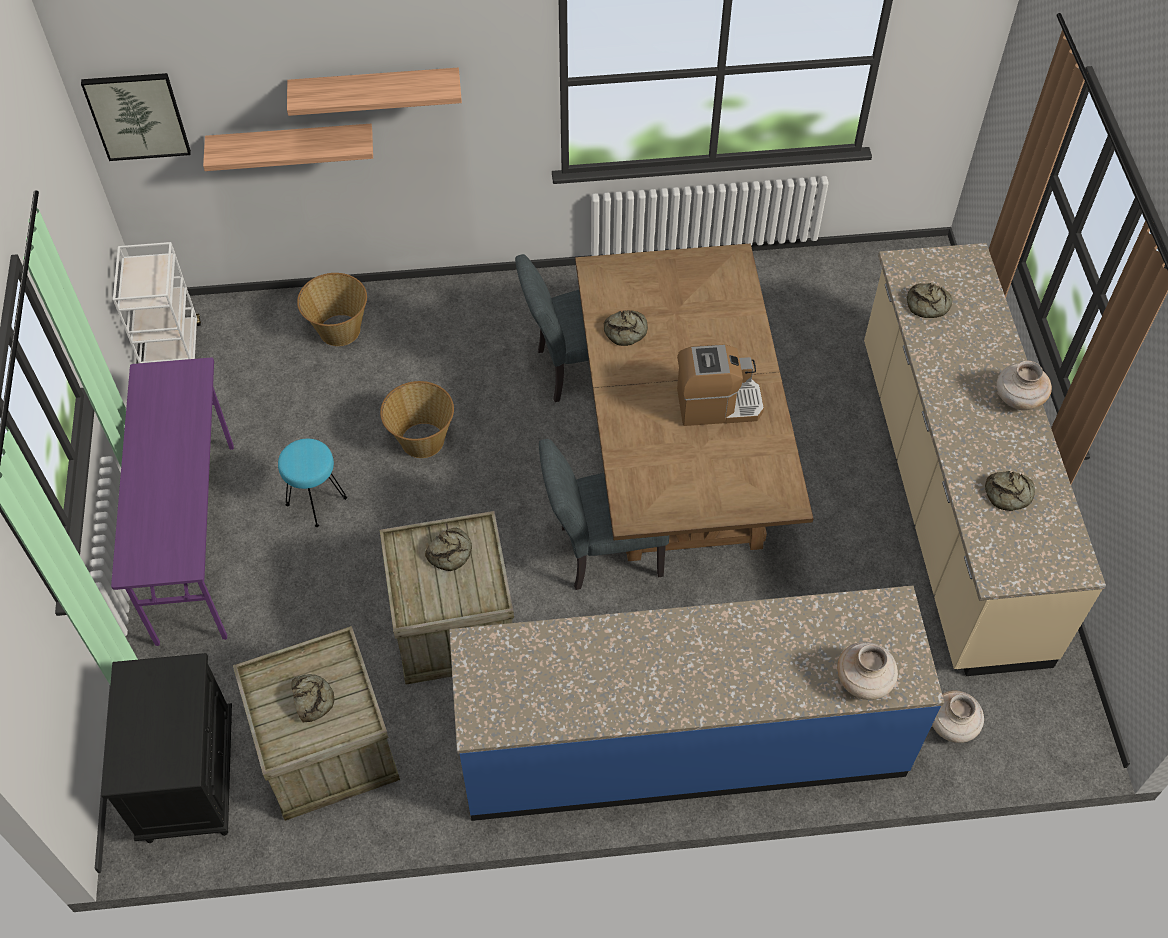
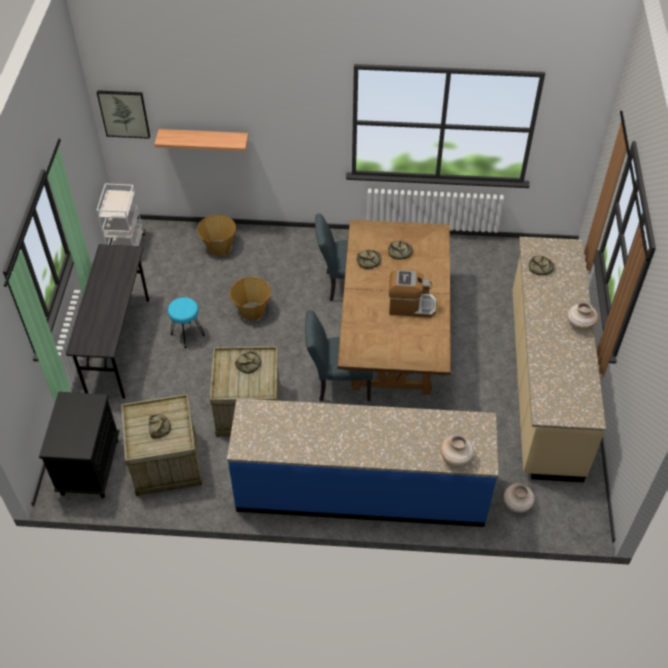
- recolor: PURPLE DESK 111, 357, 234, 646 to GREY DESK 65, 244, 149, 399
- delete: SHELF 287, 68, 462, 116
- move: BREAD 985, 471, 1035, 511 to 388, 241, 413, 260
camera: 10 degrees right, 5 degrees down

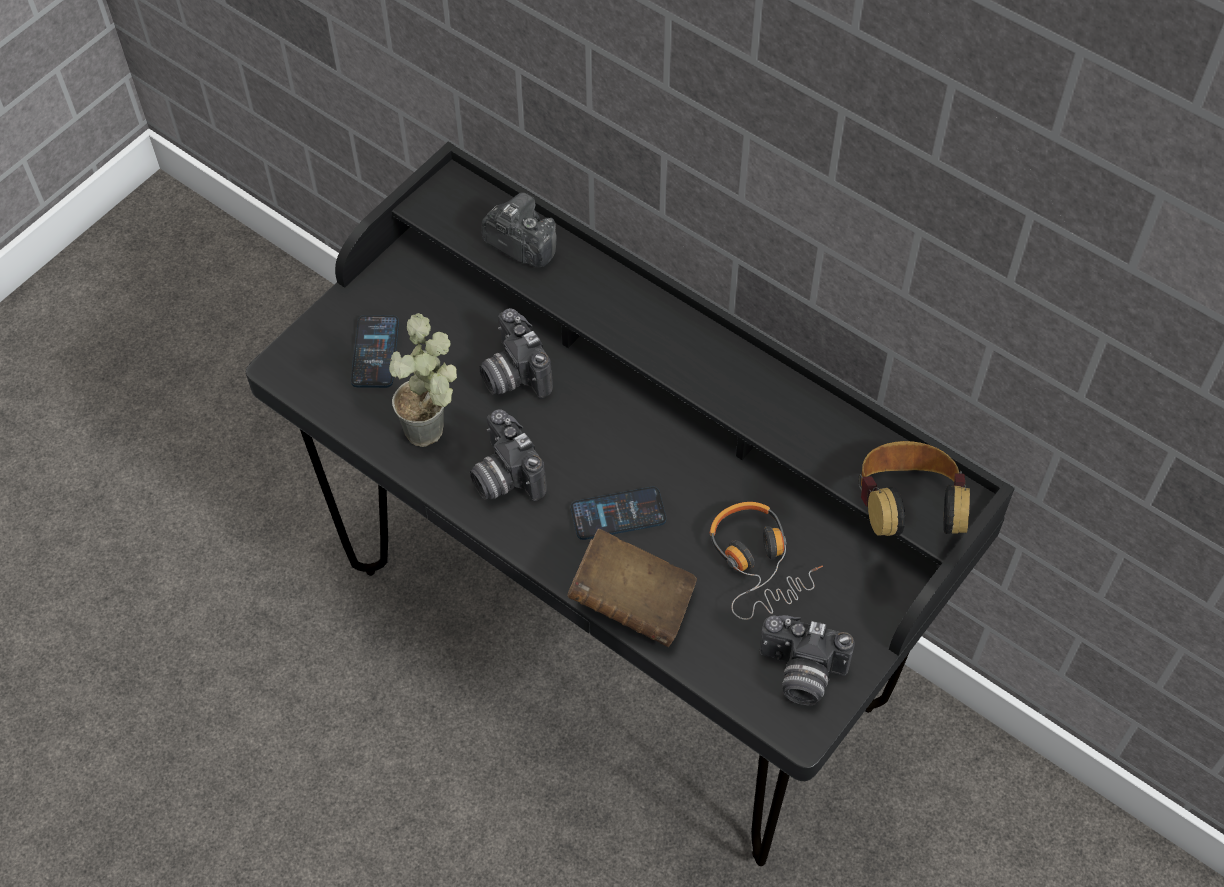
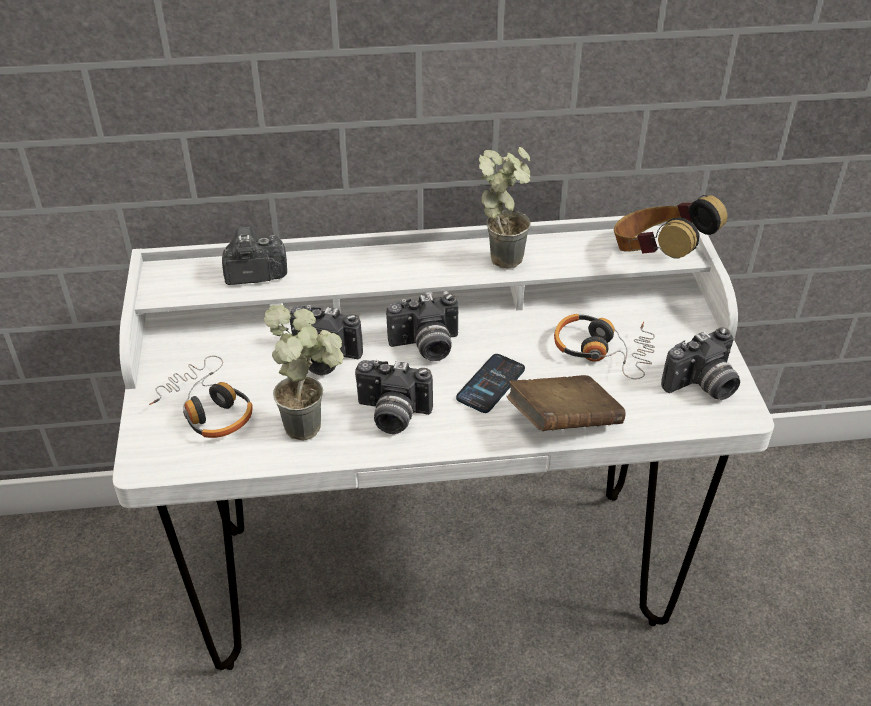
- recolor: BLACK DESK 246, 142, 1015, 866 to WHITE DESK 113, 216, 774, 670
- replace: PHONE 351, 315, 399, 388 to HEADPHONES 149, 356, 253, 438
- insert: PHOTO CAMERA 386, 293, 459, 361
- insert: POTTED PLANT 479, 147, 531, 268
camera: 45 degrees left, 15 degrees down

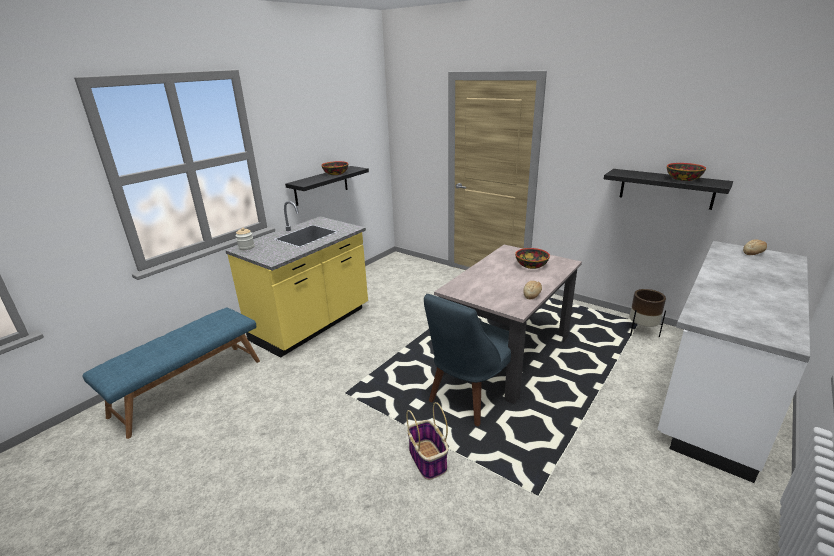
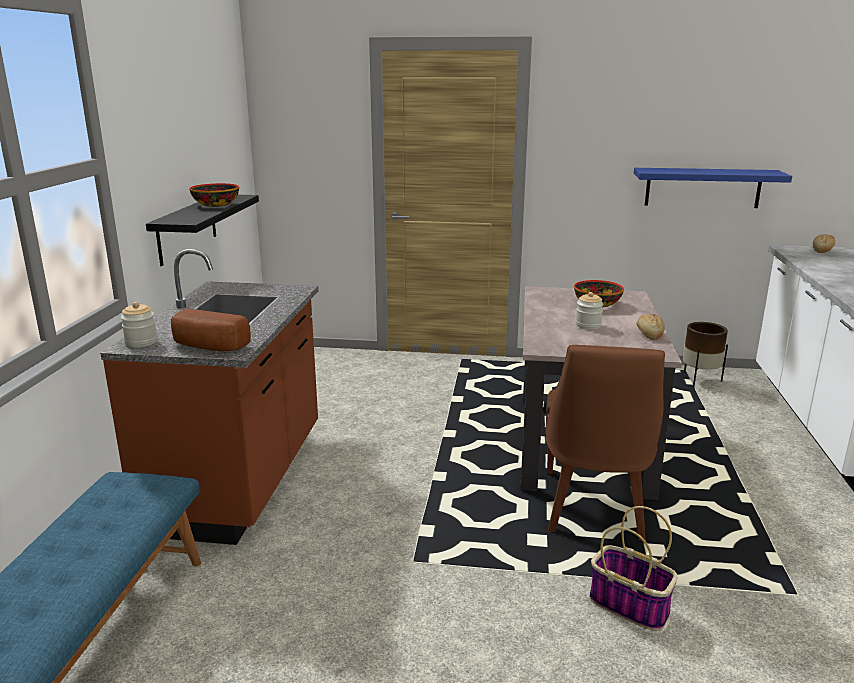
- recolor: YELLOW COUNTER 225, 201, 368, 358 to BROWN COUNTER 100, 249, 319, 545
- recolor: BLUE CHAIR 424, 294, 511, 426 to BROWN CHAIR 546, 345, 665, 541
- recolor: BLACK SHELF 604, 169, 733, 210 to BLUE SHELF 634, 168, 792, 208
- delete: BOWL 667, 163, 706, 181
- insert: BREAD 171, 309, 251, 351
- insert: JAR 576, 292, 604, 329
camera: 30 degrees left, 5 degrees down

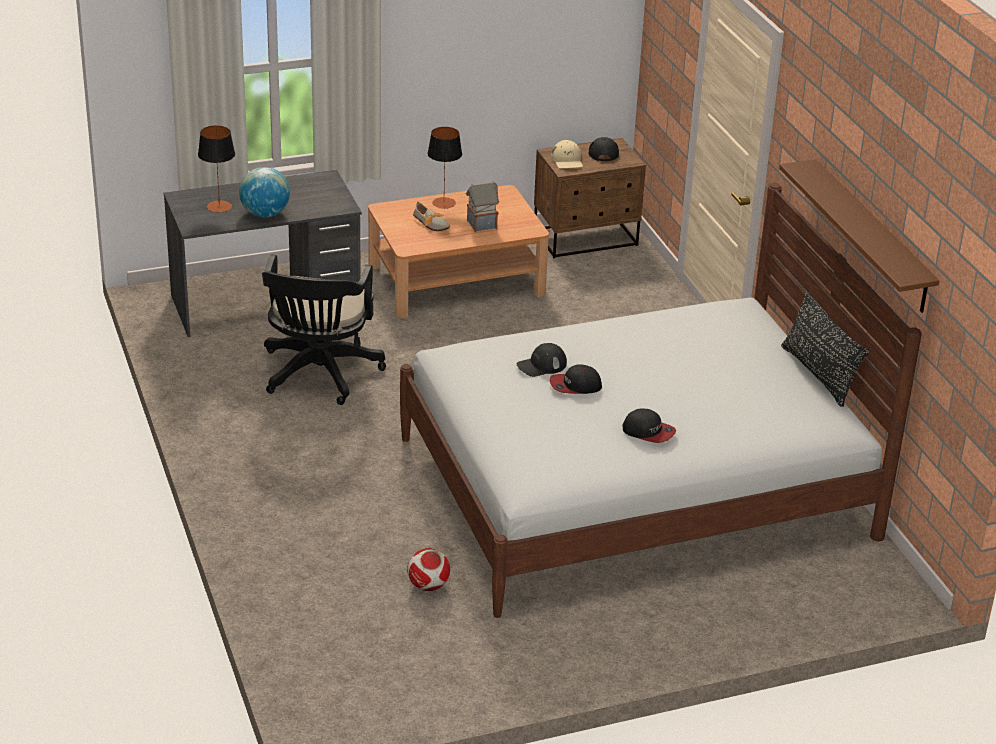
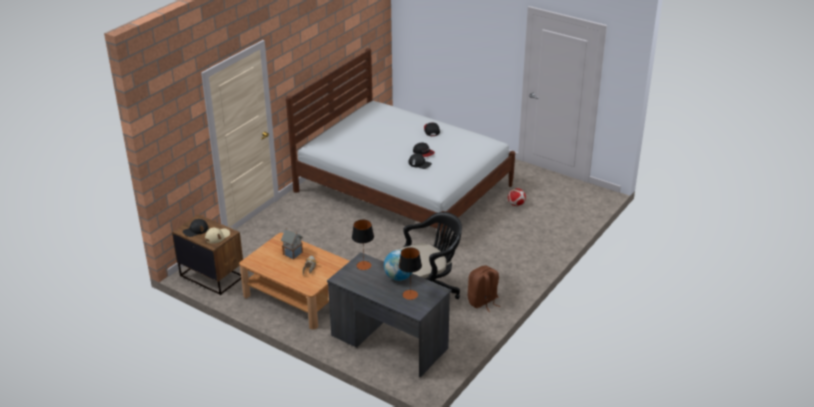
- move: TABLE LAMP 427, 127, 462, 209 to 352, 220, 374, 270
- delete: BROWN SHELF 779, 159, 940, 313
- delete: BLACK PILLOW 781, 293, 869, 407
- insert: BROWN BACKPACK 468, 265, 500, 312
camera: 125 degrees left, 0 degrees up

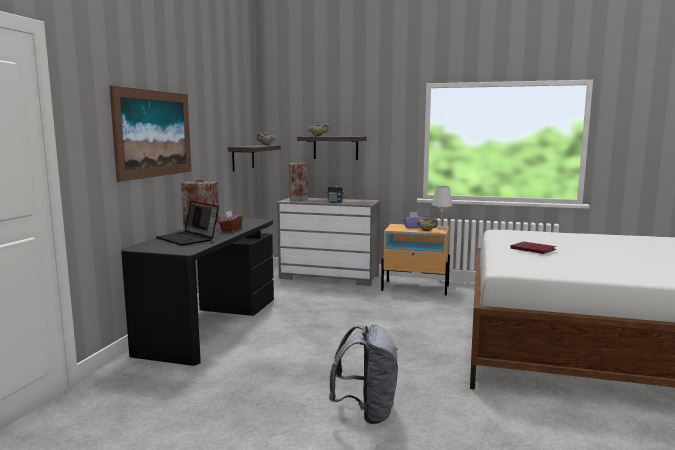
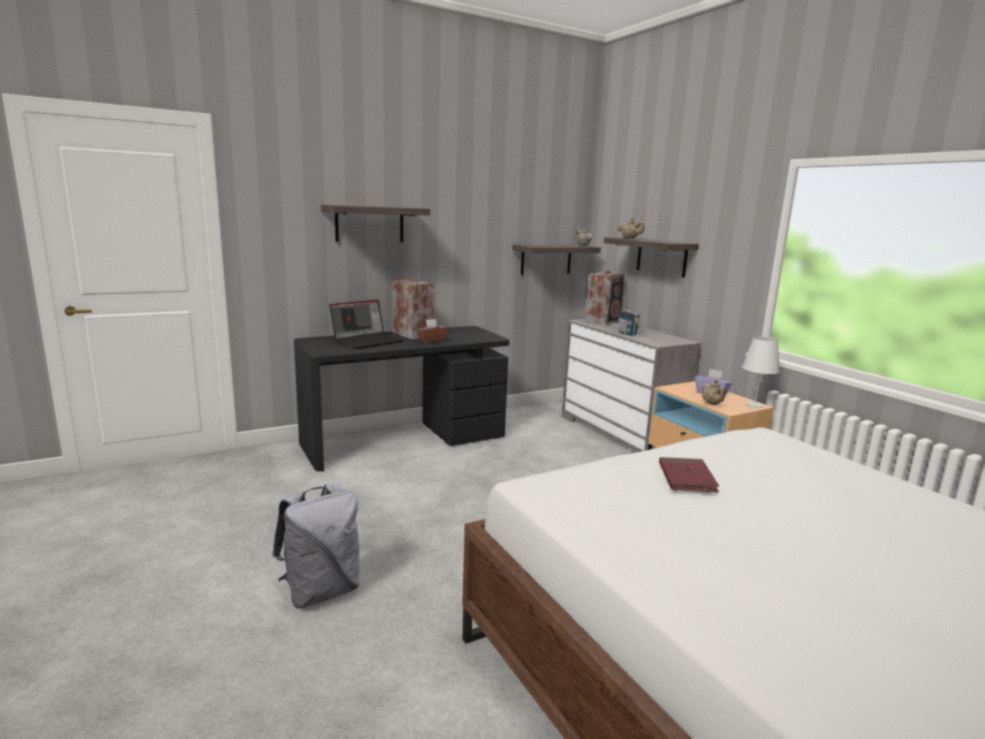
- replace: PICTURE 109, 86, 191, 182 to SHELF 321, 205, 430, 242
- rotate: LAPTOP 156, 201, 219, 246 = 329, 300, 404, 349 135 degrees counterclockwise
camera: 45 degrees right, 5 degrees up

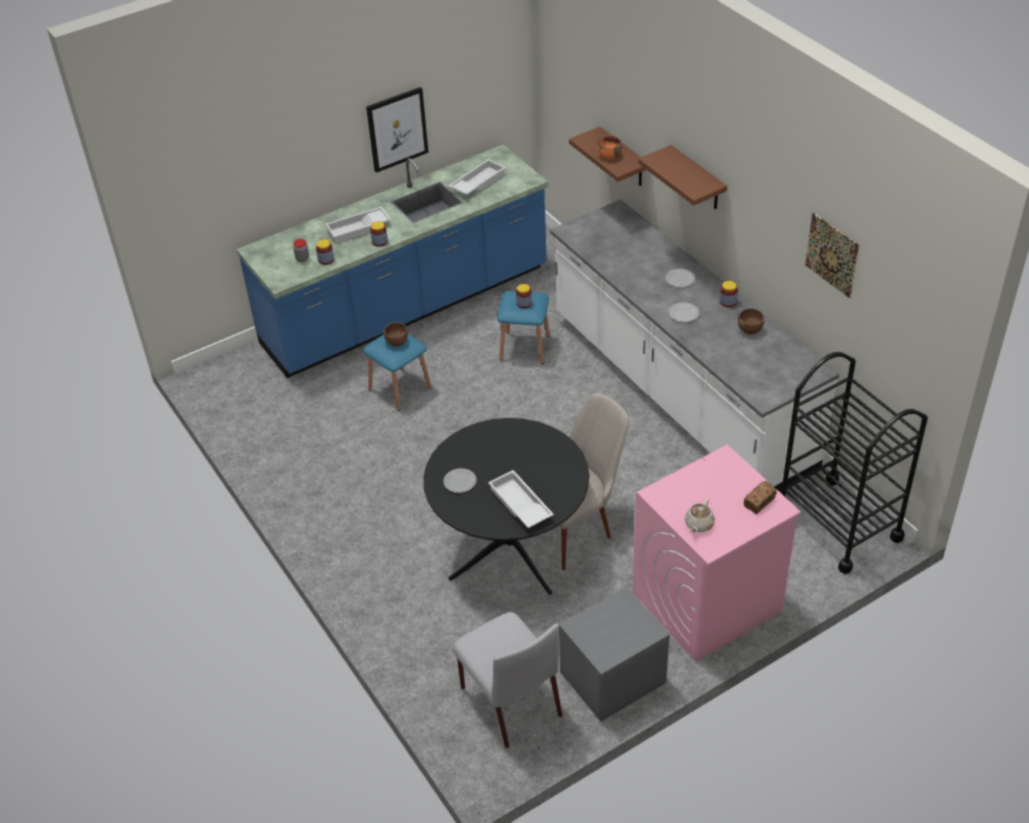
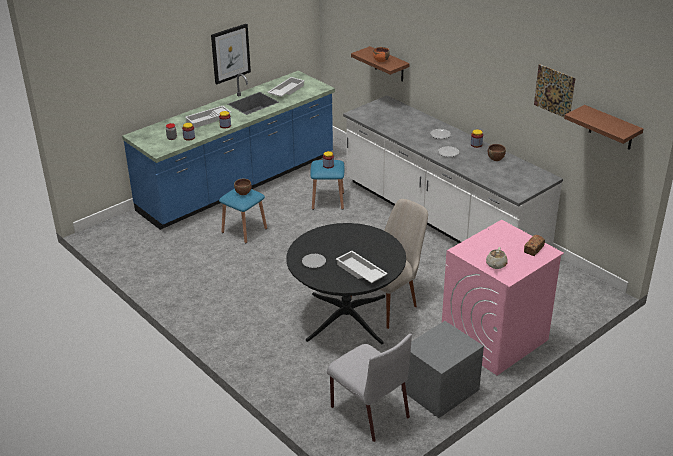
- move: BROWN SHELF 638, 145, 727, 209 to 564, 105, 643, 150
- delete: BLACK CART 781, 352, 928, 574
camera: 10 degrees left, 10 degrees down

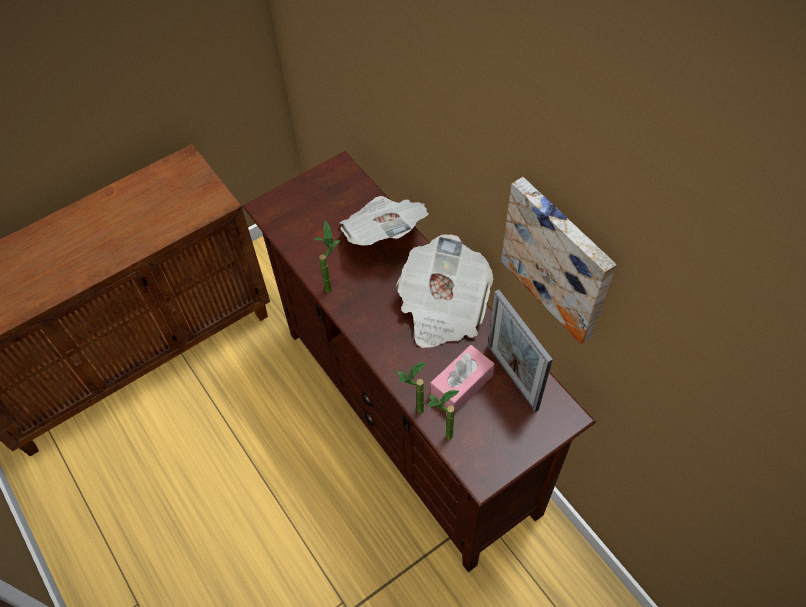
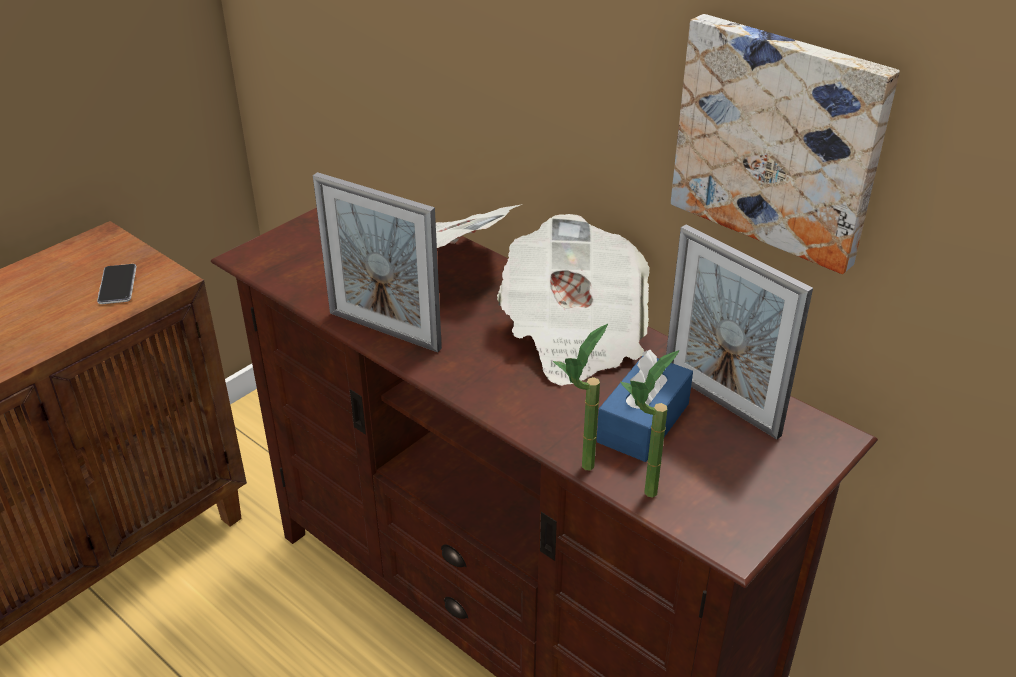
- replace: POTTED PLANT 314, 220, 341, 293 to PICTURE FRAME 313, 172, 442, 352
- recolor: PINK TISSUE BOX 430, 345, 495, 414 to BLUE TISSUE BOX 596, 350, 693, 462
- insert: PHONE 97, 264, 136, 304
camera: 15 degrees left, 20 degrees down

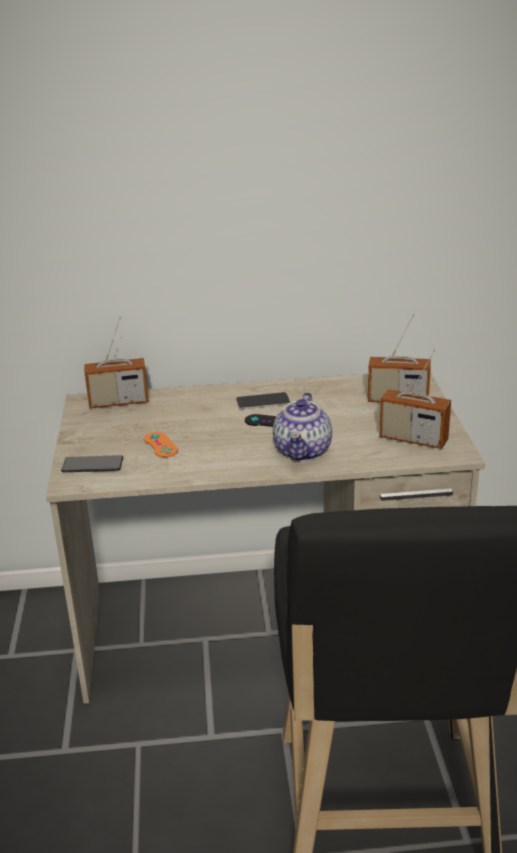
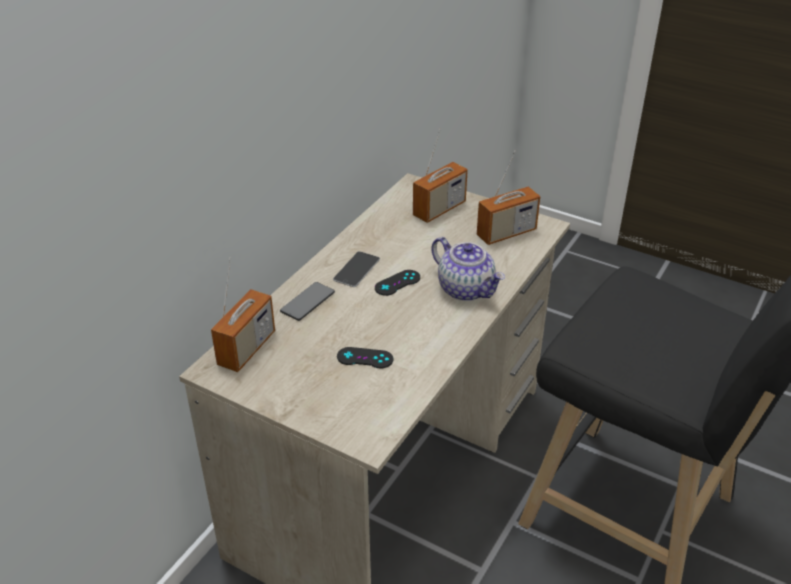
- move: PHONE 61, 455, 123, 472 to 280, 282, 335, 321
- recolor: ORANGE GAME CONTROLLER 144, 432, 178, 458 to BLACK GAME CONTROLLER 337, 347, 393, 368
camera: 55 degrees left, 10 degrees up

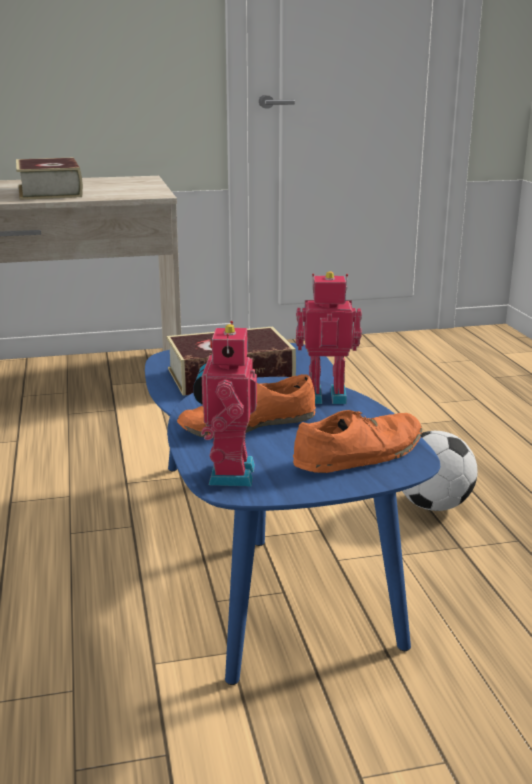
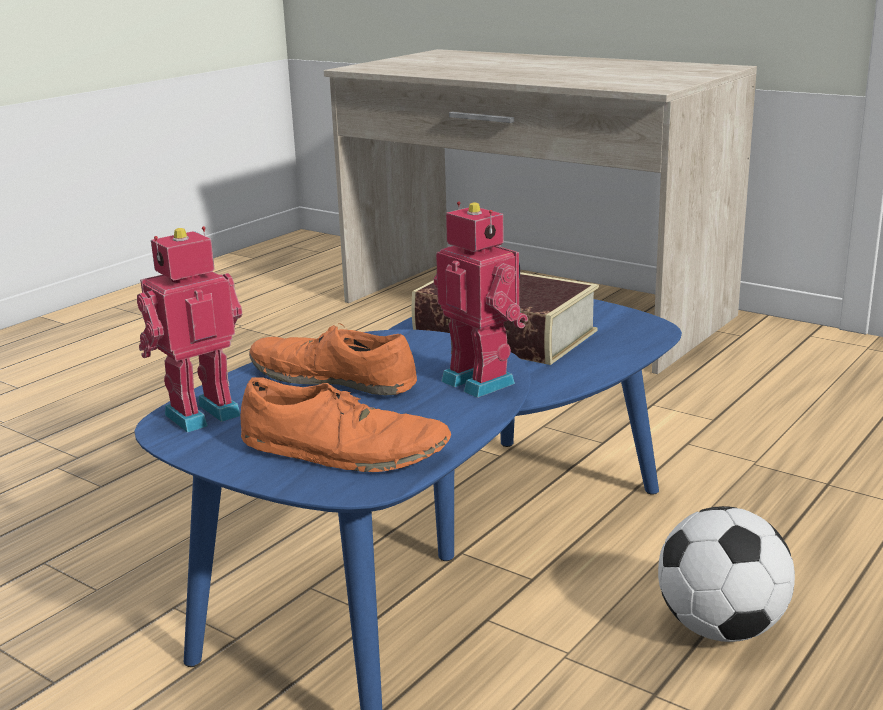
- delete: BOOK 16, 158, 83, 200
camera: 50 degrees right, 0 degrees up

